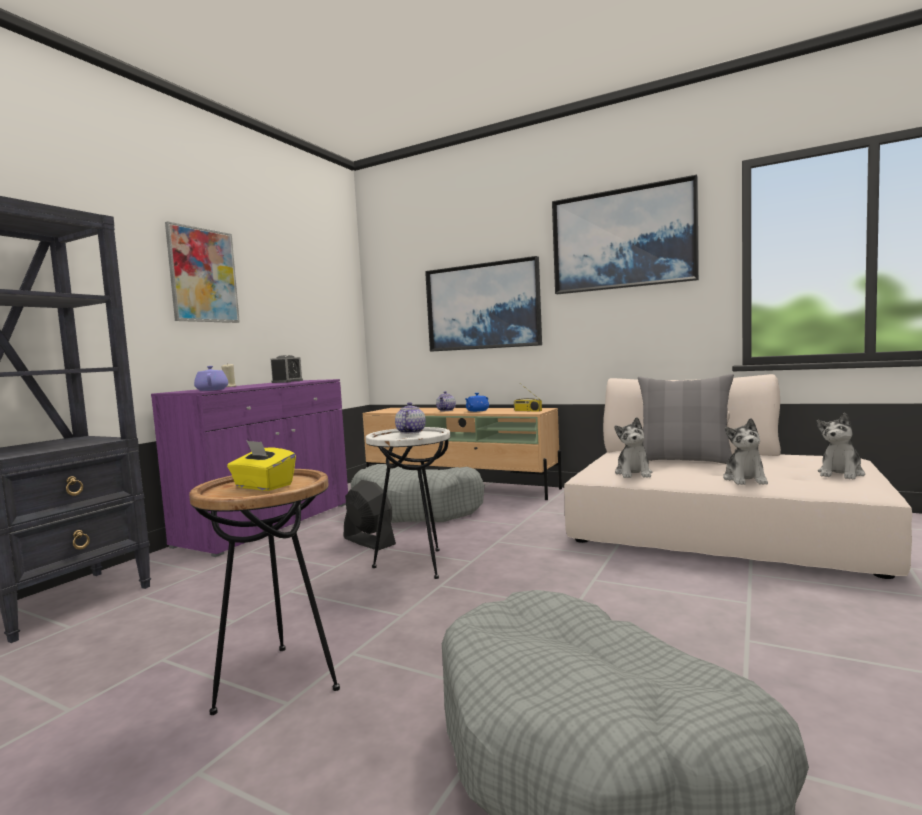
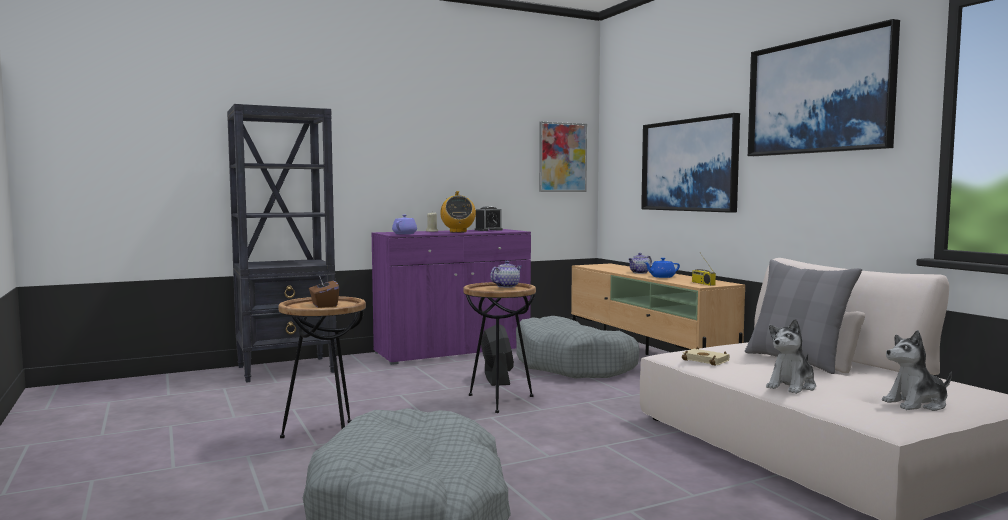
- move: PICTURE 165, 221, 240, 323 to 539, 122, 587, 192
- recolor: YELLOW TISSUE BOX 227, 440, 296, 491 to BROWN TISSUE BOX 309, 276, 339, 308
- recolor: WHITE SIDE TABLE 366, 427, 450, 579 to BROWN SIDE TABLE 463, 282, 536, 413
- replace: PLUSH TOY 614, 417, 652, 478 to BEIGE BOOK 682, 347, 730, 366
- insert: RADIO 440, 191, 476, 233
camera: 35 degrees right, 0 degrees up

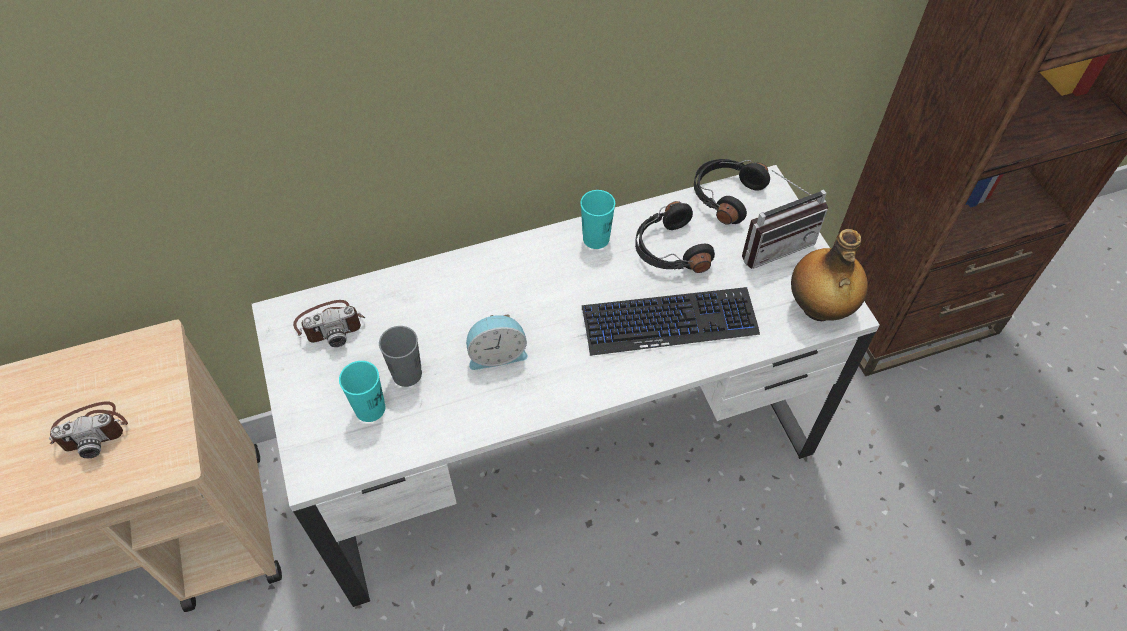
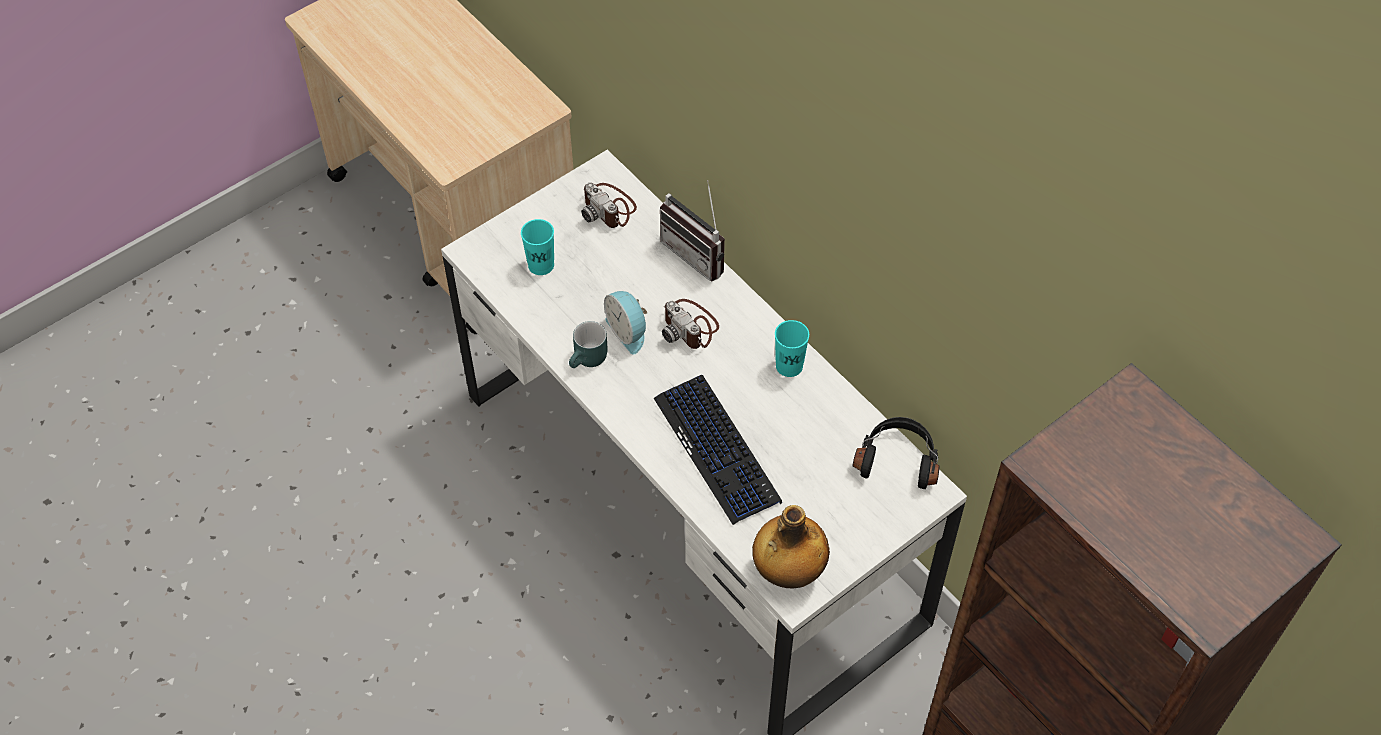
- move: PHOTO CAMERA 49, 401, 128, 458 to 662, 299, 719, 349
- delete: GREY CUP 379, 326, 422, 387
- delete: BLACK HEADPHONES 635, 201, 715, 273
- move: RADIO 742, 170, 828, 269 to 660, 180, 725, 281
- insert: TURQUOISE MUG 569, 321, 607, 368
camera: 70 degrees right, 0 degrees up

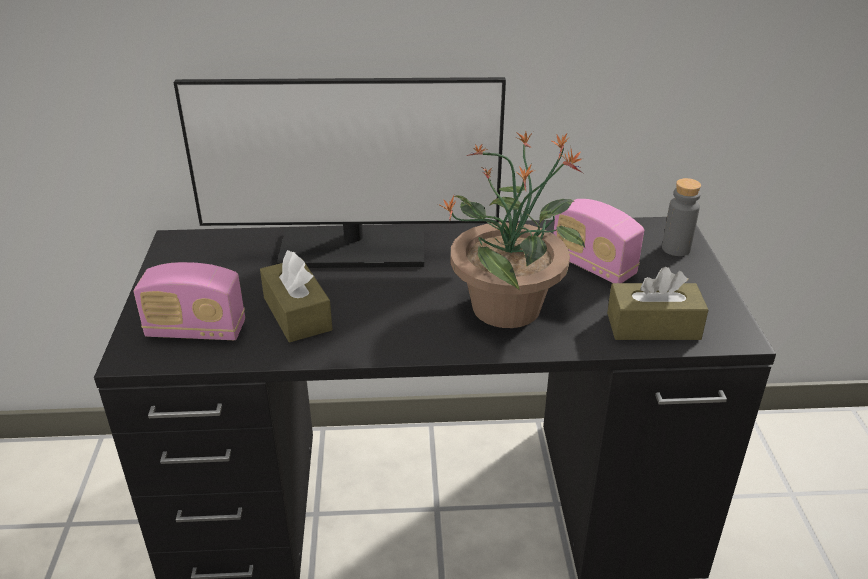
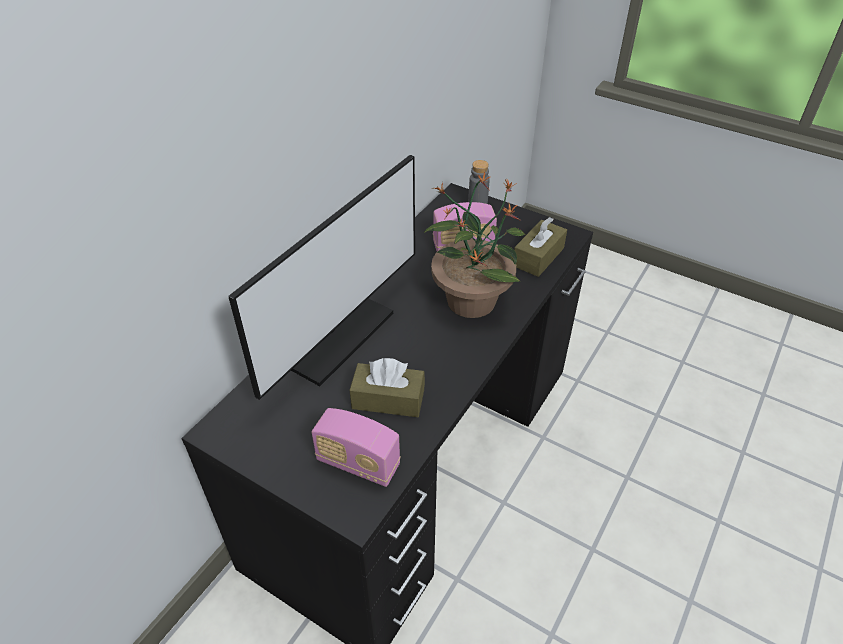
- rotate: RADIO 133, 262, 245, 340 = 312, 408, 401, 487 75 degrees clockwise
camera: 55 degrees left, 10 degrees up

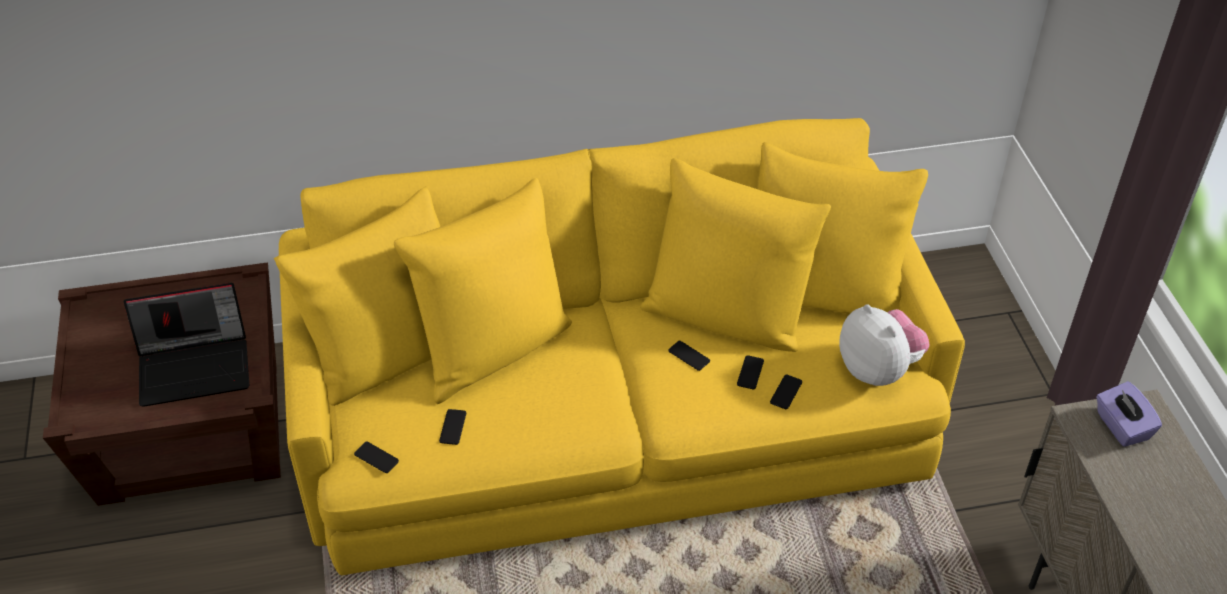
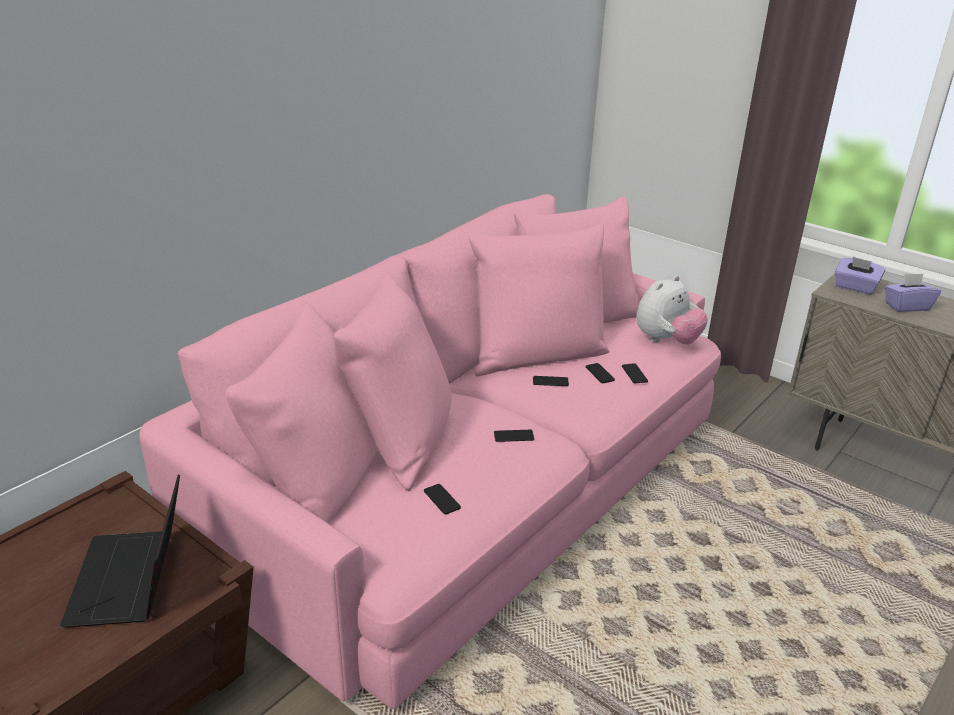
- rotate: LAPTOP 123, 283, 249, 407 = 60, 474, 180, 628 135 degrees clockwise
- recolor: YELLOW SOFA 274, 118, 965, 575 to PINK SOFA 139, 194, 721, 709
- move: PHONE 354, 441, 399, 473 to 494, 430, 534, 442
- rotate: PLUSH TOY 839, 304, 930, 386 = 636, 275, 708, 345 120 degrees clockwise
- insert: PURPLE TISSUE BOX 885, 274, 941, 312
camera: 40 degrees left, 15 degrees down

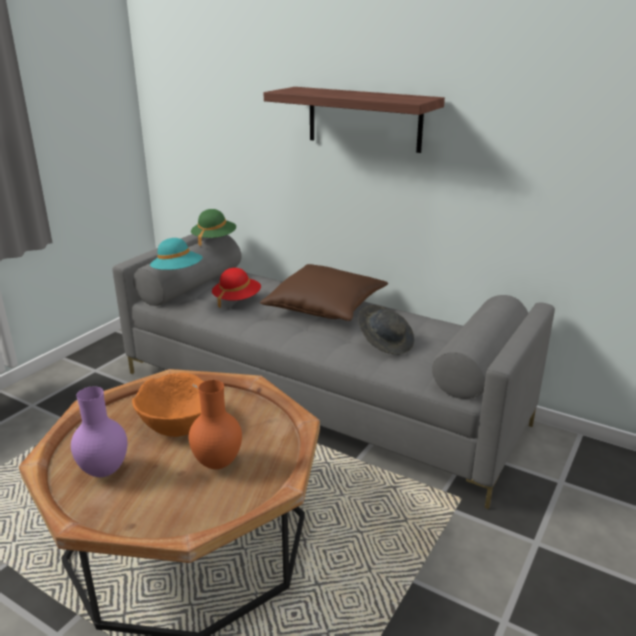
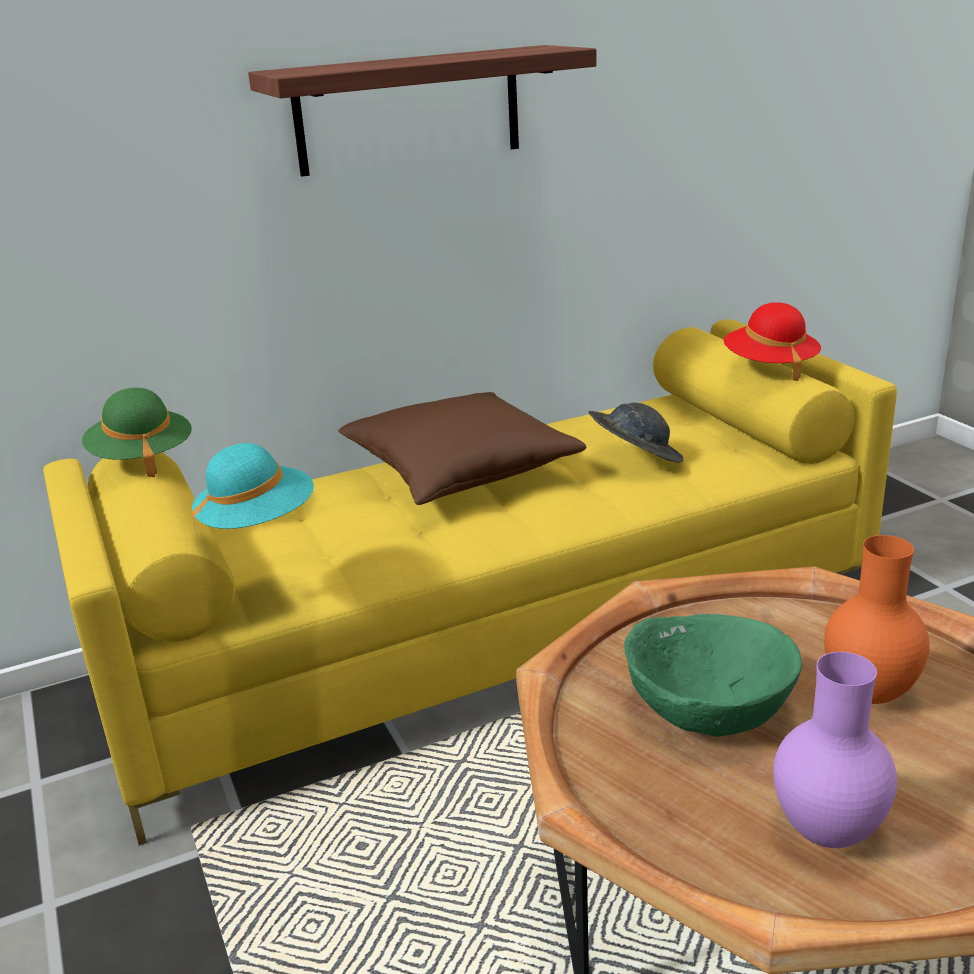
- recolor: GREY SOFA 113, 234, 555, 509 to YELLOW SOFA 43, 319, 897, 846
- recolor: ORANGE BOWL 132, 373, 204, 437 to GREEN BOWL 624, 614, 802, 737
- move: RED HAT 212, 268, 261, 308 to 724, 302, 821, 381
camera: 55 degrees left, 0 degrees up

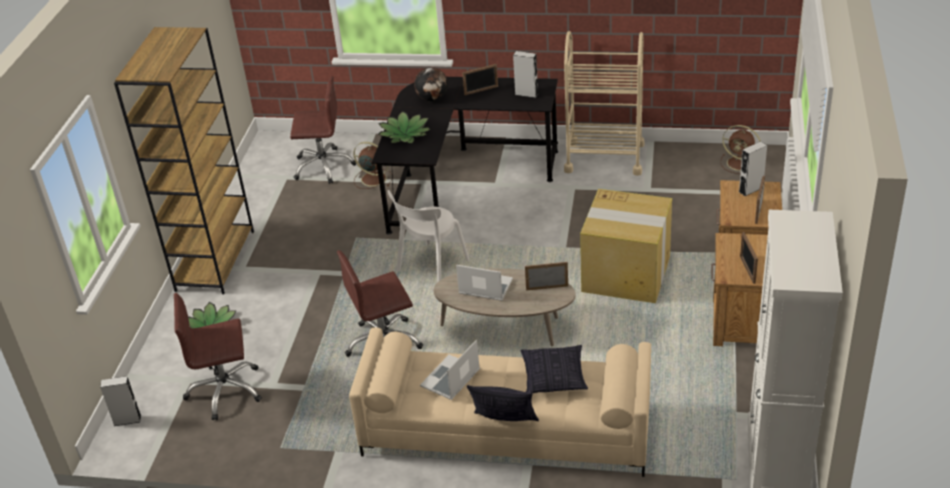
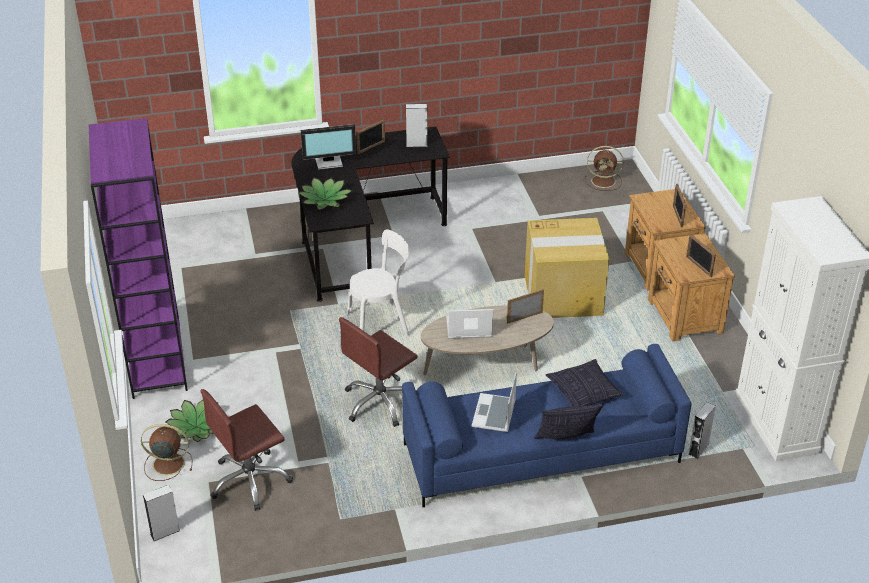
- recolor: BROWN BOOKCASE 114, 27, 254, 294 to PURPLE BOOKCASE 88, 118, 188, 399
- delete: BROWN OFFICE CHAIR 290, 76, 356, 184
- recolor: BEIGE SOFA 349, 327, 651, 477 to BLUE SOFA 402, 344, 691, 507
- move: BROWN FAN 353, 142, 392, 189 to 141, 424, 192, 481
- rotate: WHITE CHAIR 388, 190, 470, 282 = 347, 229, 410, 337 120 degrees counterclockwise
- replace: GLOBE 414, 67, 448, 102 to MONITOR 301, 124, 356, 170
- delete: BEIGE CART 564, 31, 644, 176
- move: GREY SPEAKER 739, 141, 767, 196 to 689, 402, 716, 459
camera: 25 degrees left, 0 degrees up

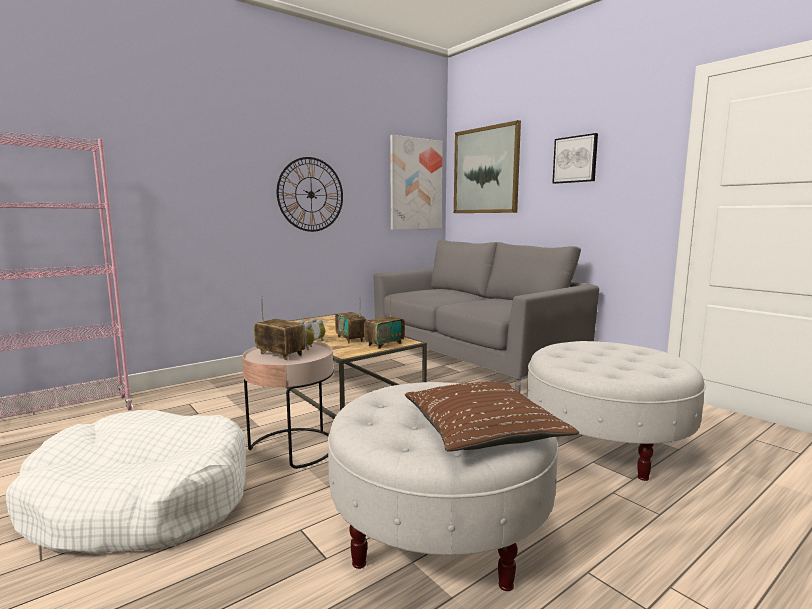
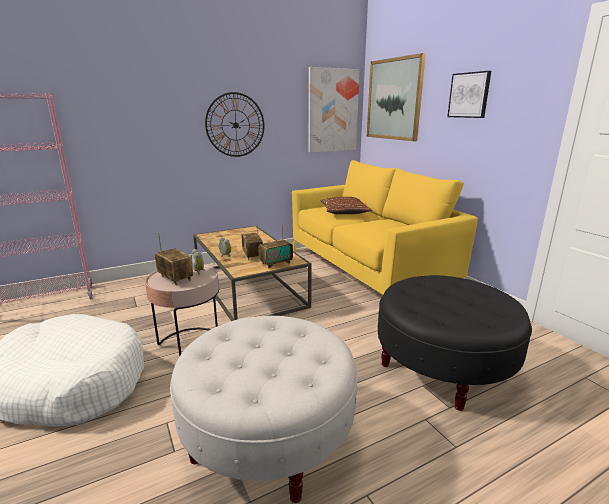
- recolor: GREY SOFA 374, 239, 599, 393 to YELLOW SOFA 292, 160, 478, 295
- move: BROWN PILLOW 405, 381, 579, 452 to 320, 197, 372, 214
- recolor: WHITE OTTOMAN 527, 341, 706, 481 to BLACK OTTOMAN 378, 275, 532, 411
camera: 10 degrees right, 10 degrees up

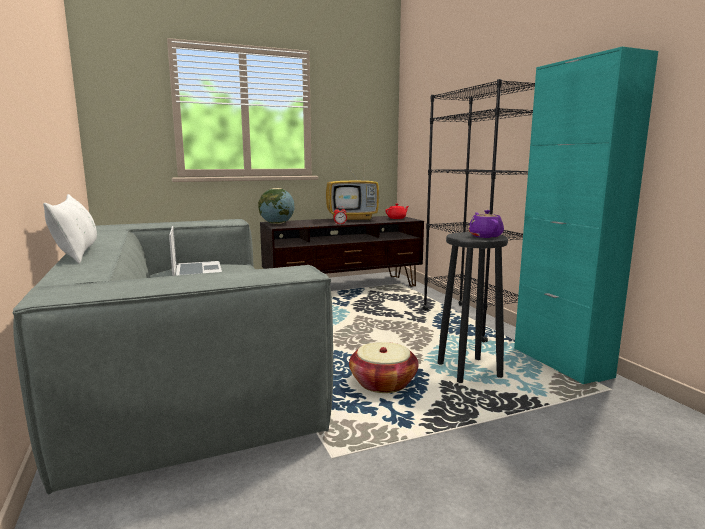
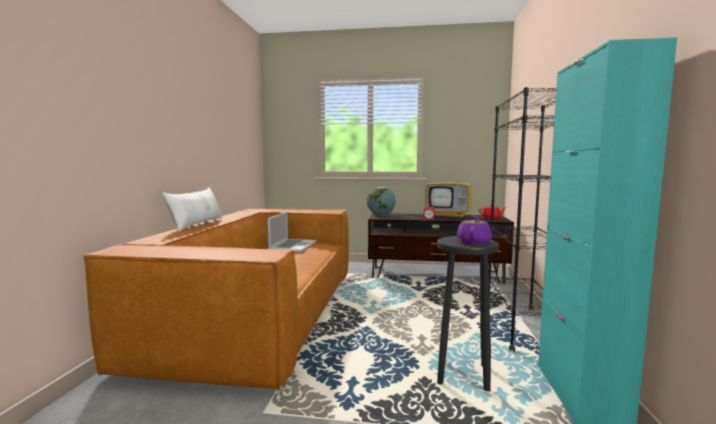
- recolor: GREY SOFA 13, 219, 333, 495 to BROWN SOFA 83, 208, 349, 390
- delete: BASKET 349, 342, 418, 393
camera: 30 degrees right, 5 degrees down

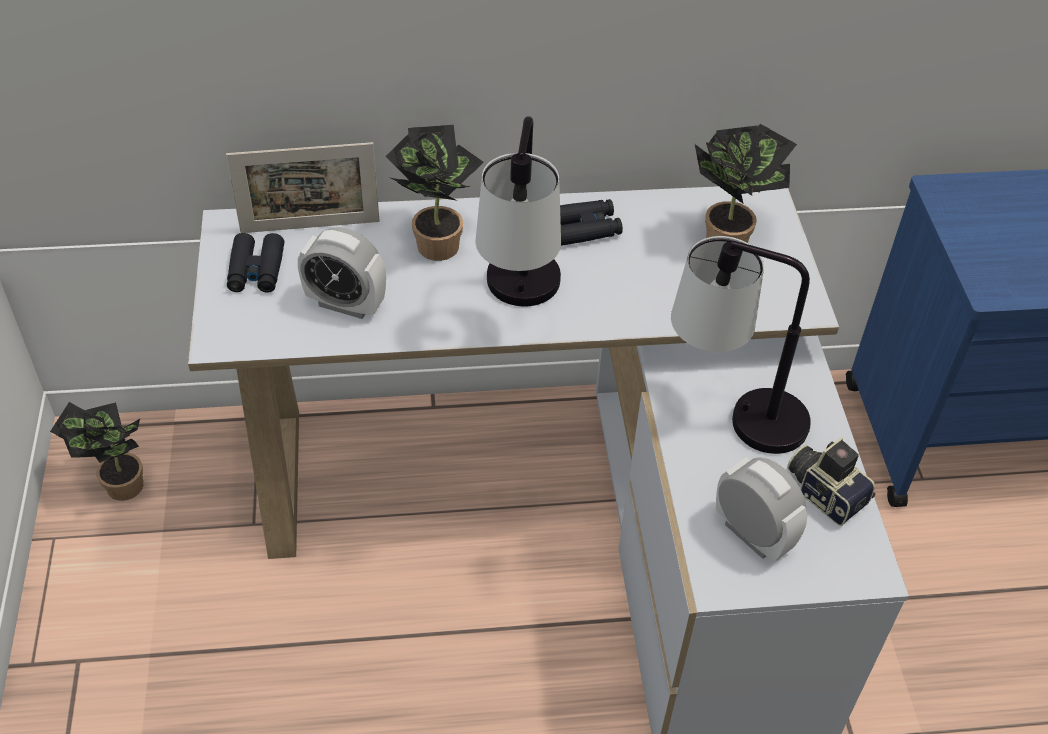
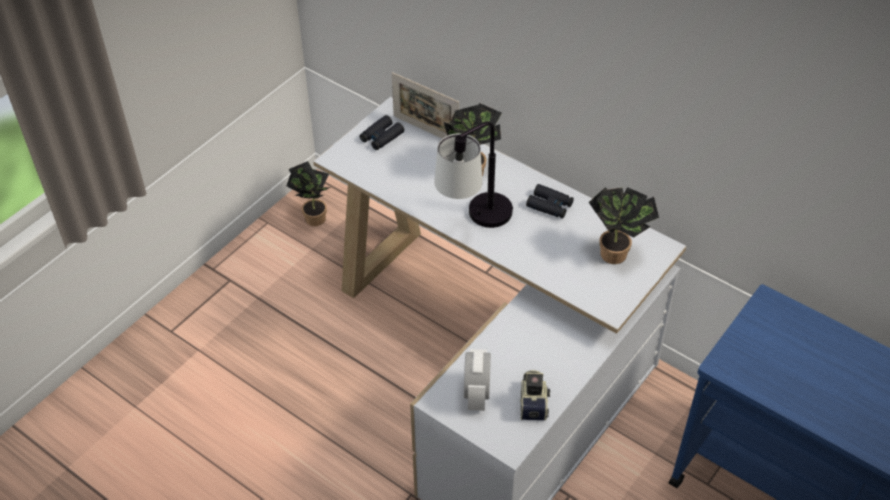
- delete: ALARM CLOCK 298, 227, 386, 319
- delete: TABLE LAMP 671, 236, 811, 454
camera: 45 degrees right, 0 degrees up

